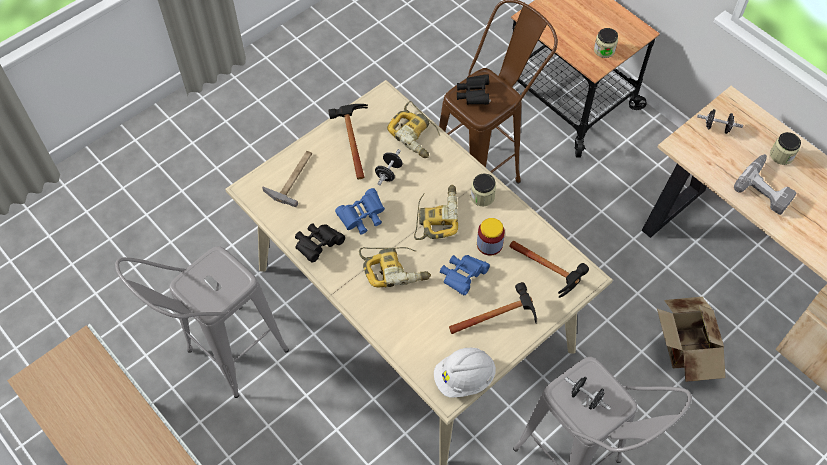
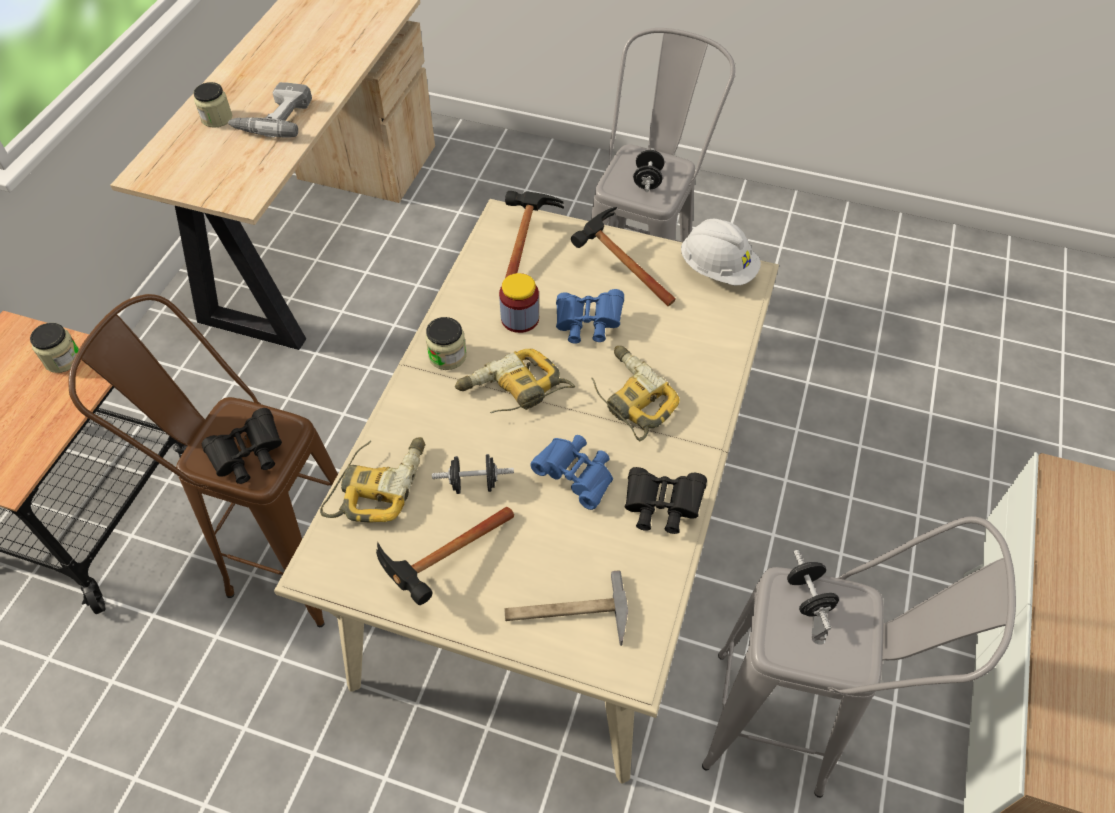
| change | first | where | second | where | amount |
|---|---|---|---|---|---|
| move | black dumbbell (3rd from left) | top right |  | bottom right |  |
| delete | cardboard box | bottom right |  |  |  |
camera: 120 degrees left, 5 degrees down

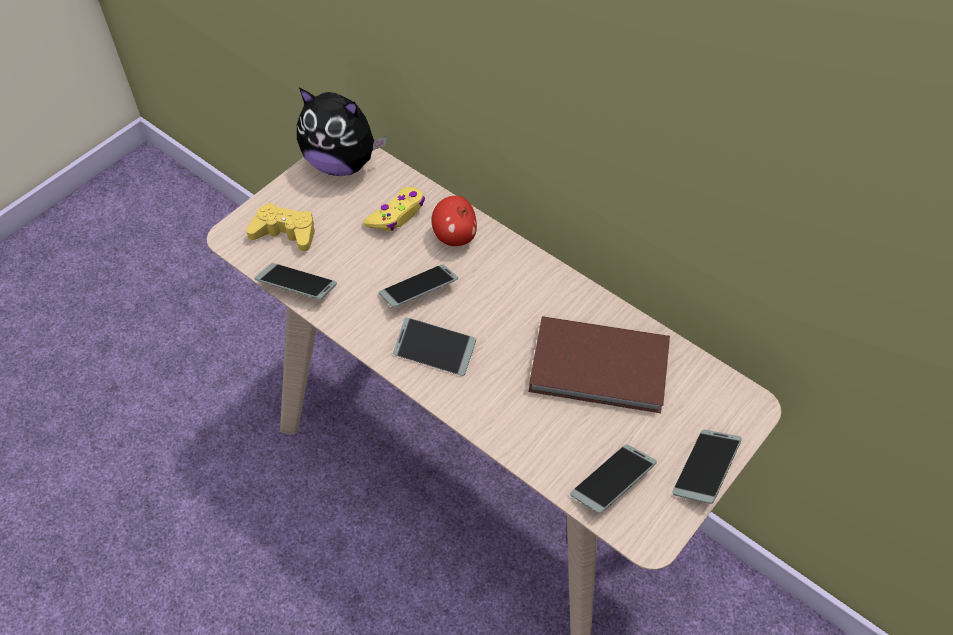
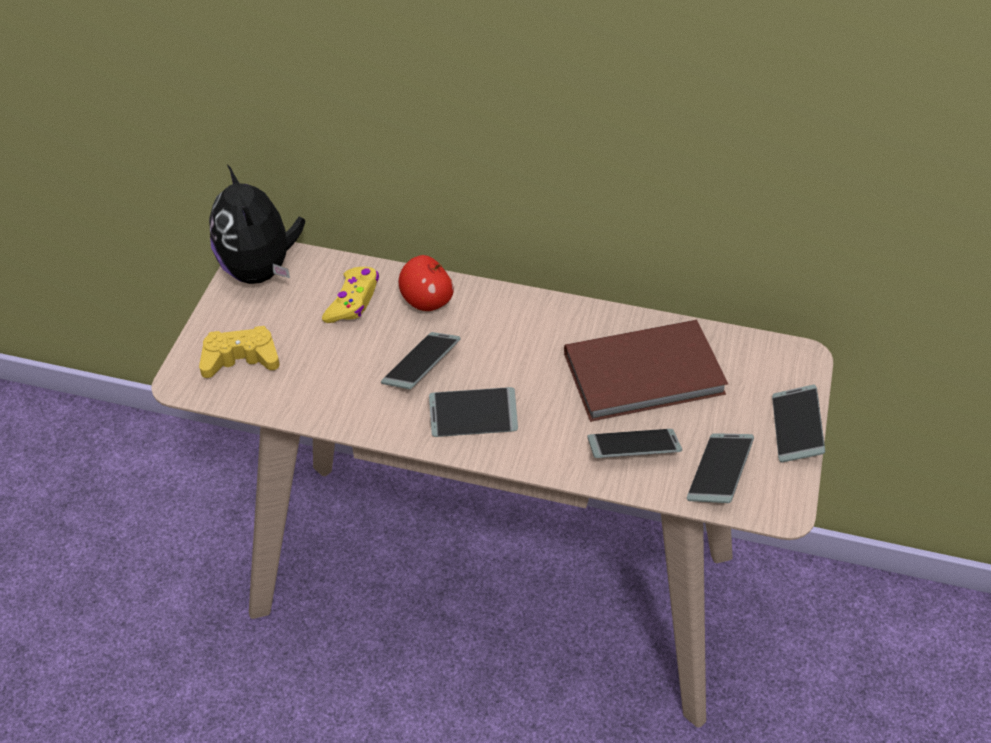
| change | first | where | second | where | amount |
|---|---|---|---|---|---|
| rotate | plush toy | top centre |  | top left | 75 degrees clockwise |
| move | phone (1st from left in the first image) | middle left | phone (3rd from left) | centre |  |
camera: 25 degrees left, 5 degrees down

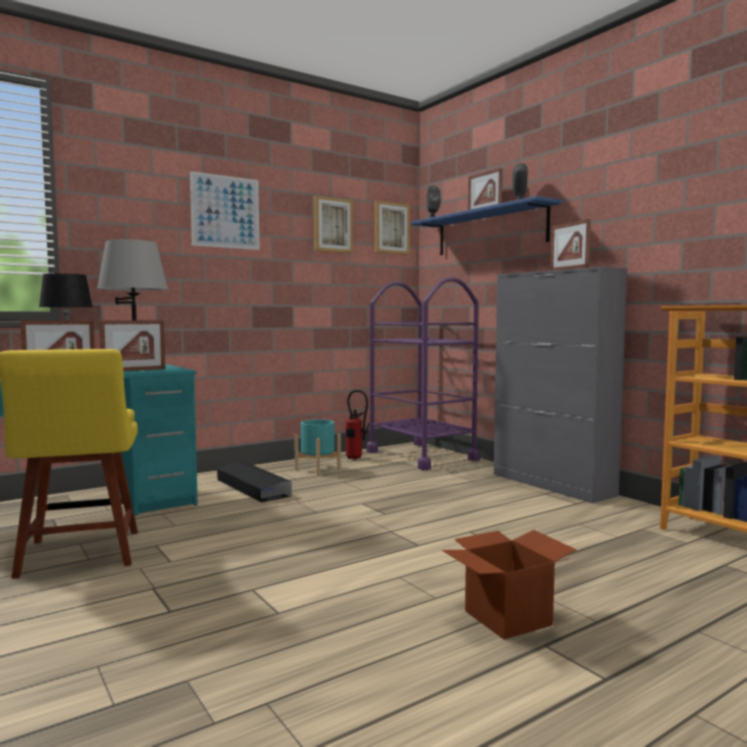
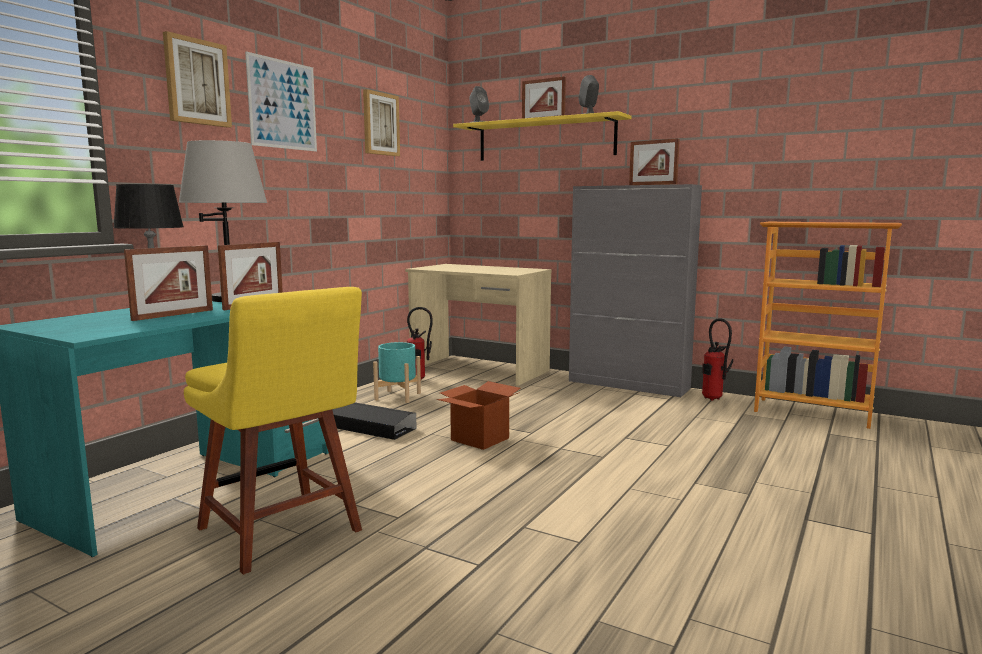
| change | first | where | second | where | amount |
|---|---|---|---|---|---|
| move | picture (3rd from left in the first image) | top centre | picture (1st from left) | top left |  |
| replace | purple cart | centre | beige desk | centre |  |
| move | cardboard box | bottom right |  | centre |  |
| recolor | blue shelf | top centre | yellow shelf | top centre |  |
| insert |  |  | fire extinguisher (2nd from left) | middle right |  |
camera: 25 degrees left, 5 degrees up

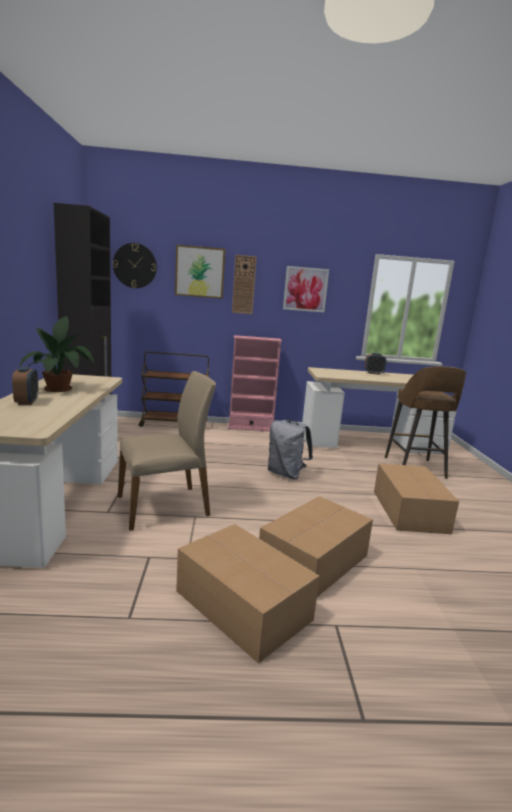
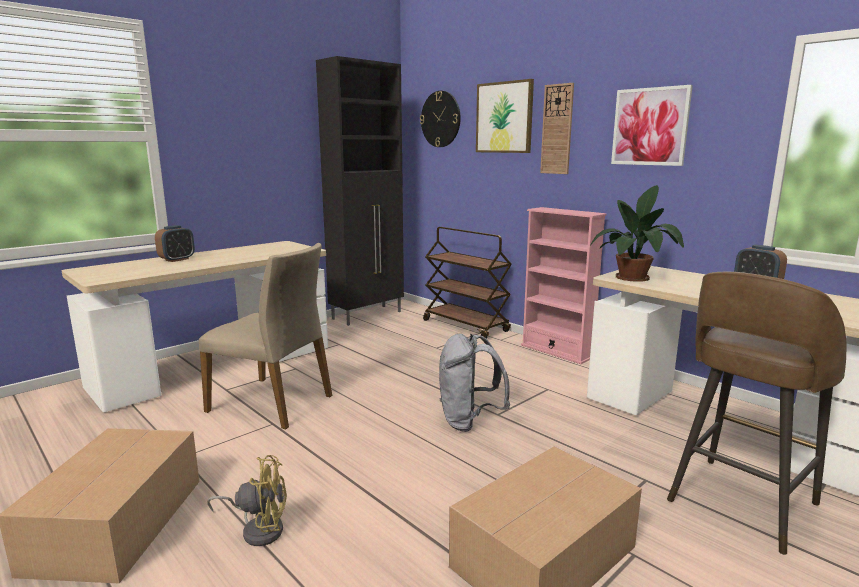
| change | first | where | second | where | amount |
|---|---|---|---|---|---|
| replace | cardboard box (2nd from left) | bottom centre | yellow fan | bottom left |  |
| move | potted plant | middle left |  | middle right |  |
camera: 50 degrees right, 0 degrees up

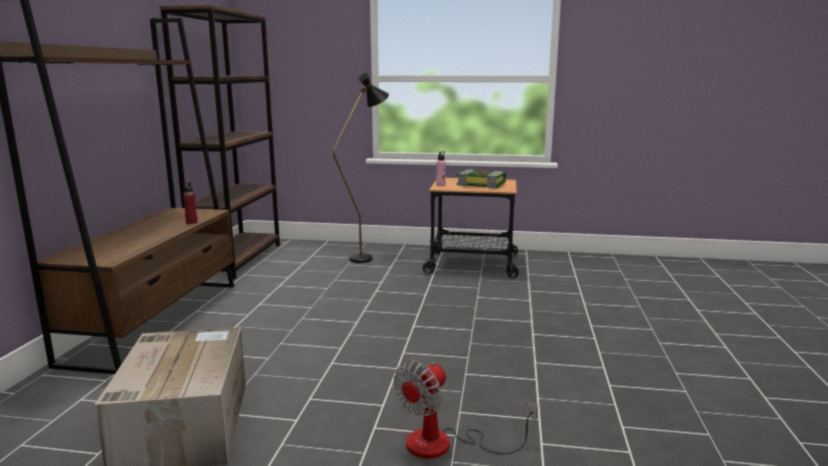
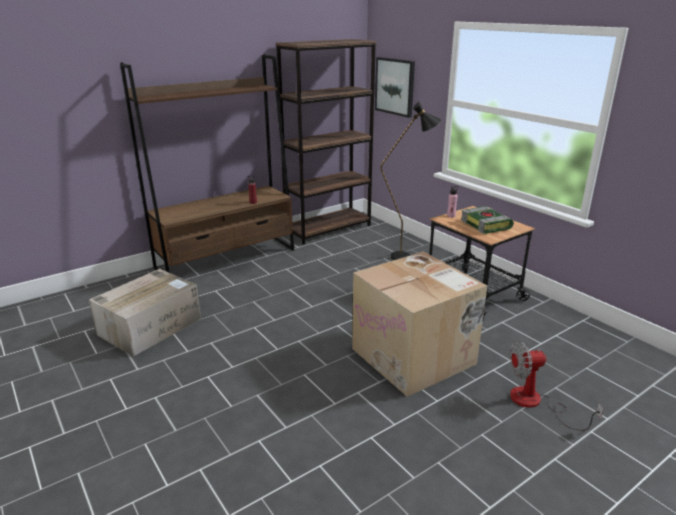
| change | first | where | second | where | amount |
|---|---|---|---|---|---|
| insert |  |  | cardboard box (2nd from left) | centre |  |
| insert |  |  | picture | top centre |  |
| move | fan | bottom centre |  | bottom right |  |
camera: 45 degrees right, 10 degrees up

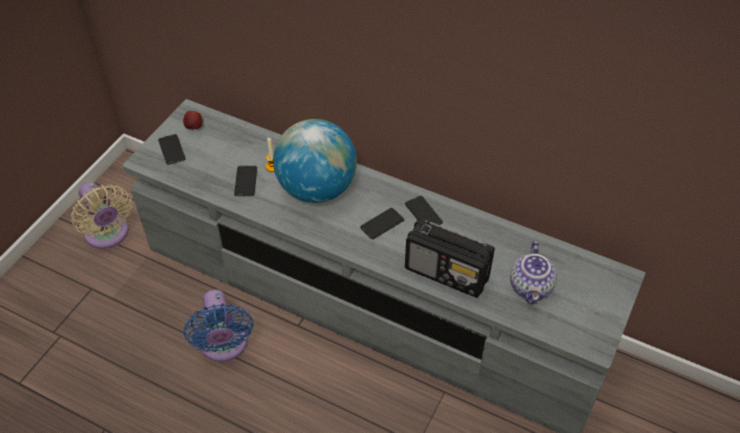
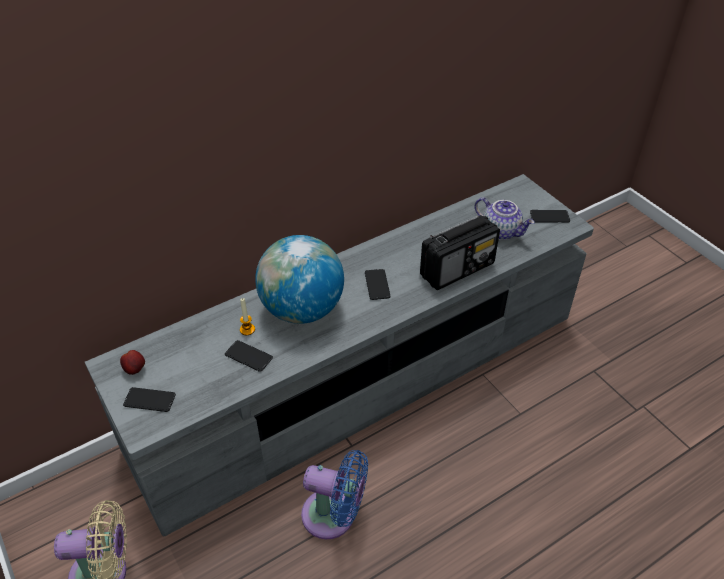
| change | first | where | second | where | amount |
|---|---|---|---|---|---|
| move | phone (4th from left) | centre |  | middle right |  |
camera: 60 degrees left, 5 degrees down

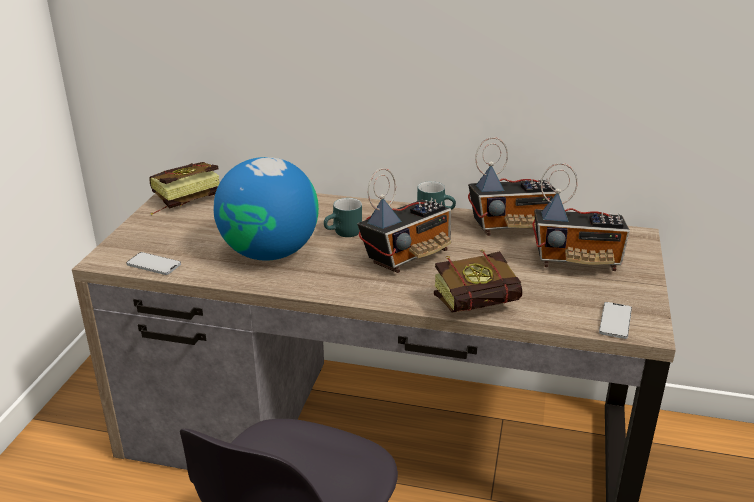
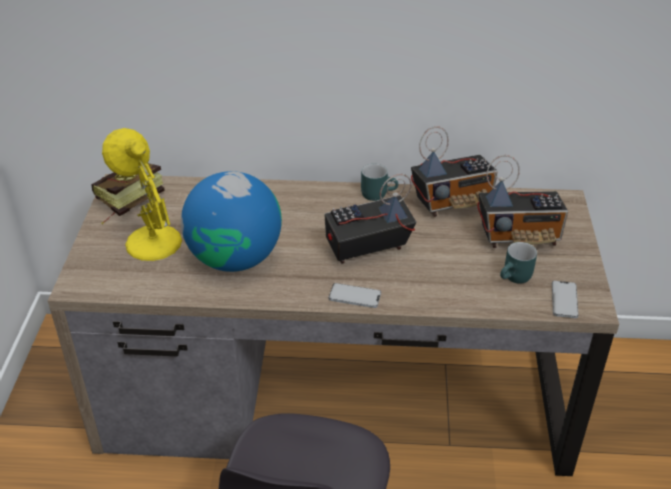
| change | first | where | second | where | amount |
|---|---|---|---|---|---|
| insert |  |  | yellow table lamp | middle left |  |
| rotate | radio (1st from left) | centre |  | centre | 150 degrees counterclockwise |
| move | phone (1st from left) | middle left |  | centre |  |
| move | turquoise mug (1st from left in the first image) | centre | turquoise mug (2nd from left) | middle right |  |
| delete | book (2nd from left) | centre |  |  |  |
camera: 10 degrees left, 10 degrees up

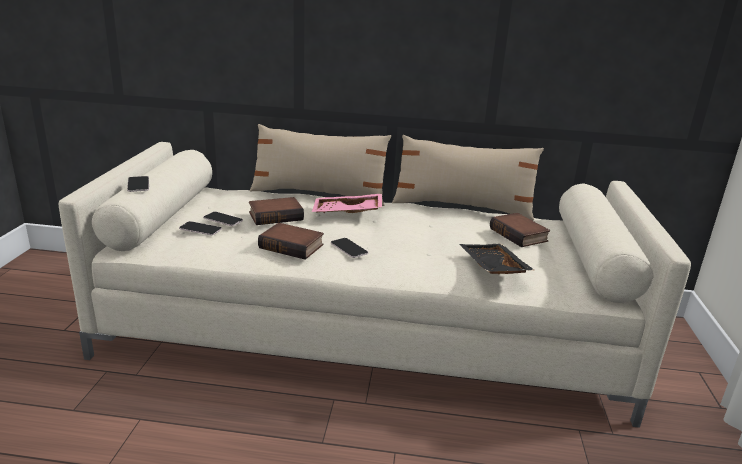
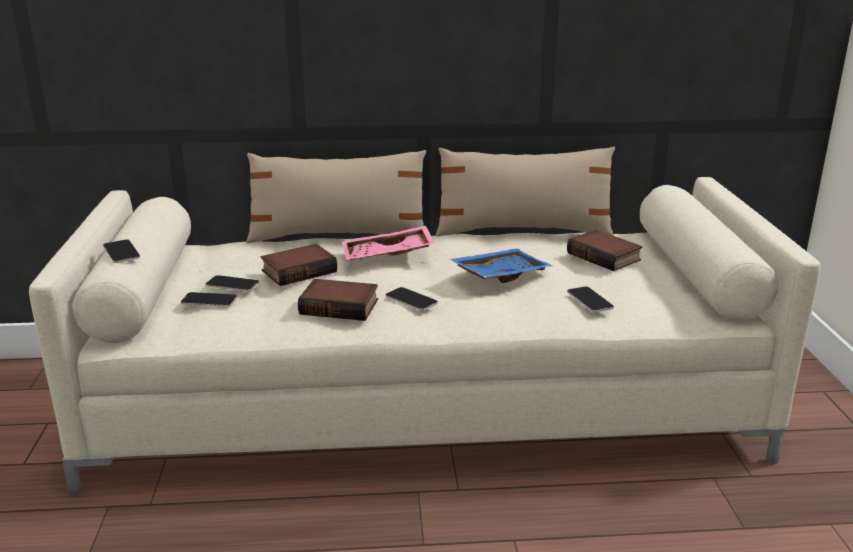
| change | first | where | second | where | amount |
|---|---|---|---|---|---|
| insert |  |  | blue tray | centre |  |
| replace | black tray | middle right | phone (5th from left) | middle right |  |
camera: 10 degrees left, 0 degrees up

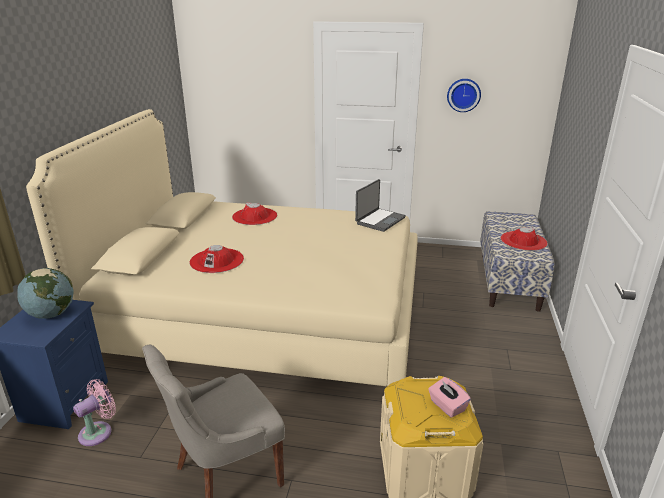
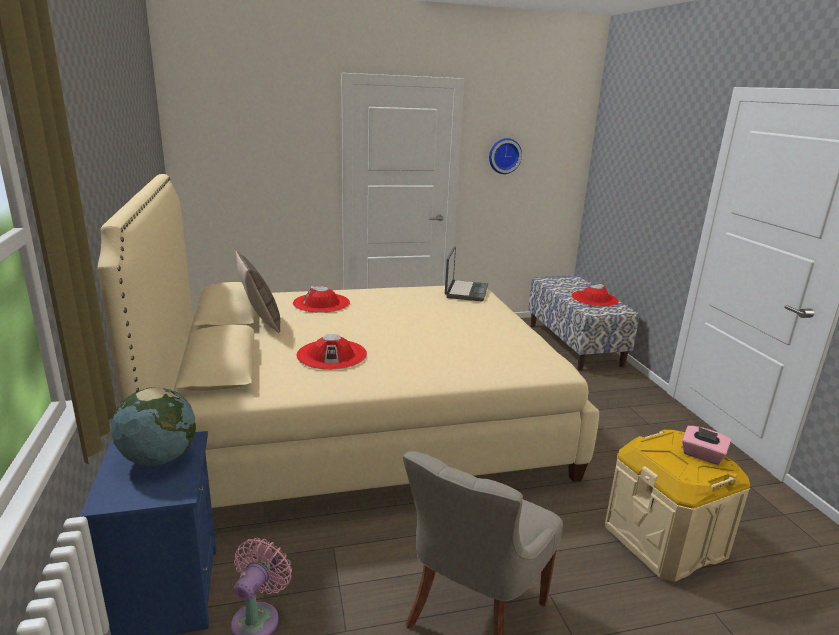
| change | first | where | second | where | amount |
|---|---|---|---|---|---|
| insert |  |  | pillow | middle left |  |
camera: 25 degrees left, 5 degrees down

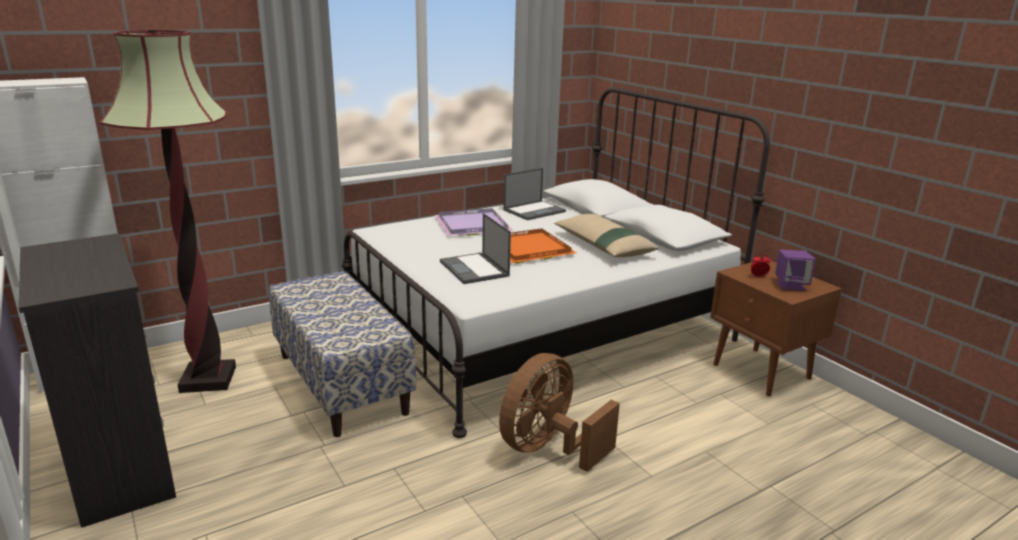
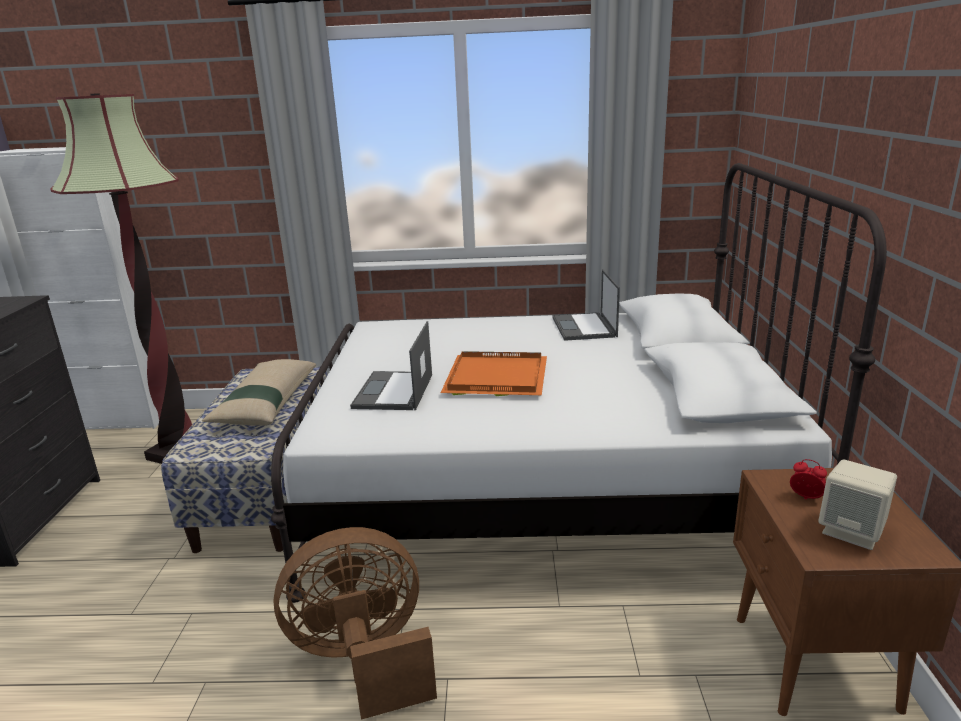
| change | first | where | second | where | amount |
|---|---|---|---|---|---|
| move | beige pillow | centre |  | middle left |  |
| rotate | laptop (2nd from left) | centre |  | centre | 90 degrees clockwise |
| recolor | purple speaker | middle right | beige speaker | bottom right |  |
| delete | purple tray | centre |  |  |  |
camera: 35 degrees right, 0 degrees up

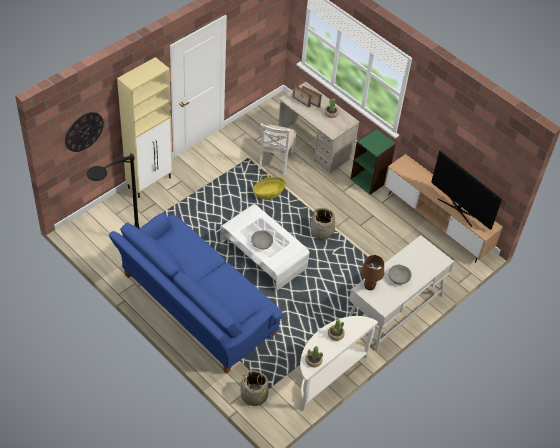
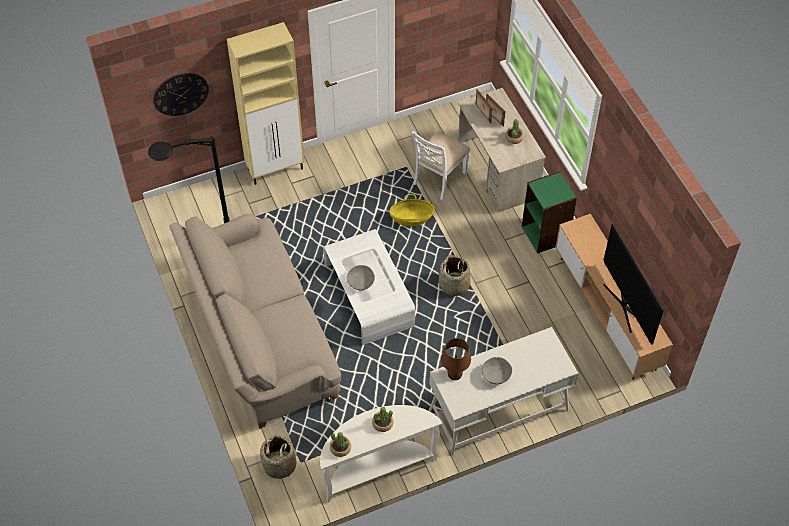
| change | first | where | second | where | amount |
|---|---|---|---|---|---|
| recolor | blue sofa | centre | beige sofa | middle left |  |
camera: 25 degrees right, 5 degrees up

